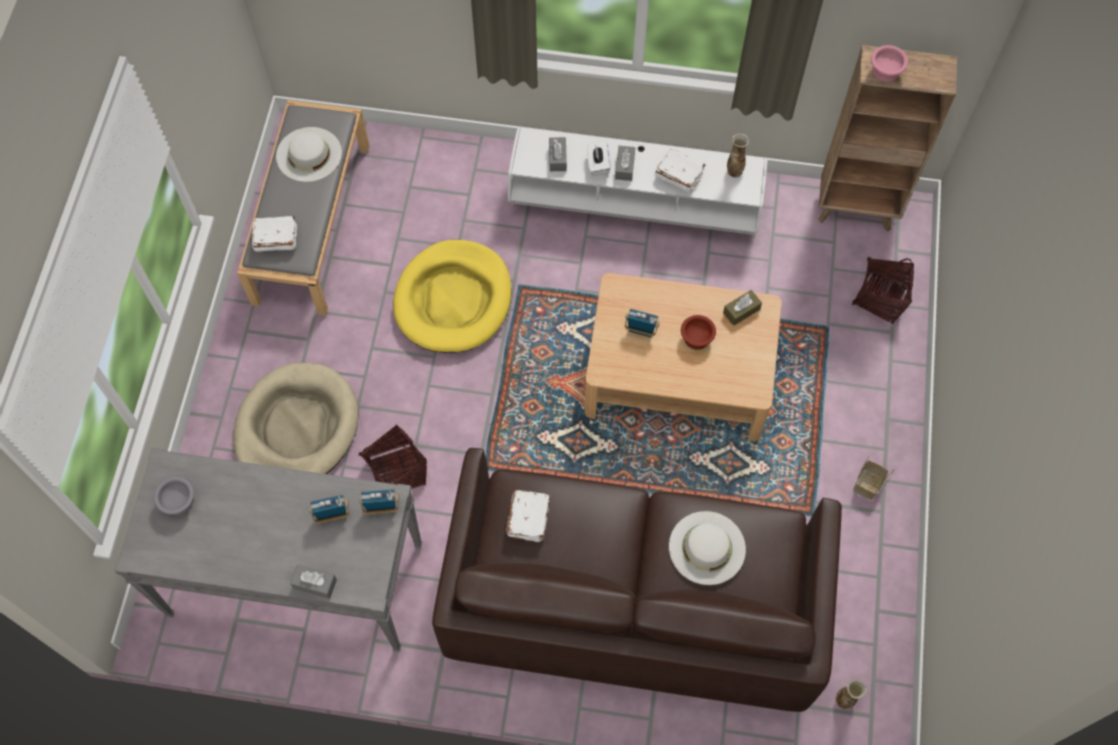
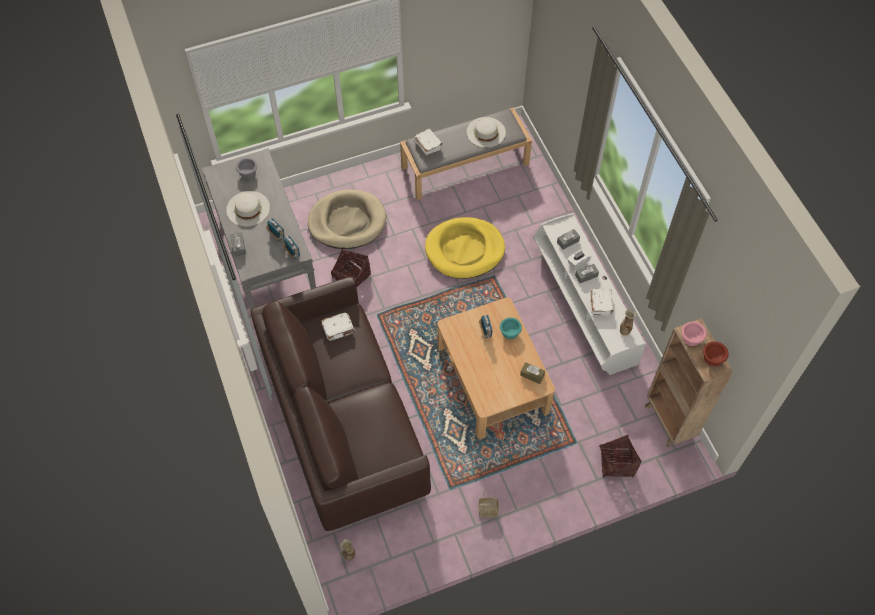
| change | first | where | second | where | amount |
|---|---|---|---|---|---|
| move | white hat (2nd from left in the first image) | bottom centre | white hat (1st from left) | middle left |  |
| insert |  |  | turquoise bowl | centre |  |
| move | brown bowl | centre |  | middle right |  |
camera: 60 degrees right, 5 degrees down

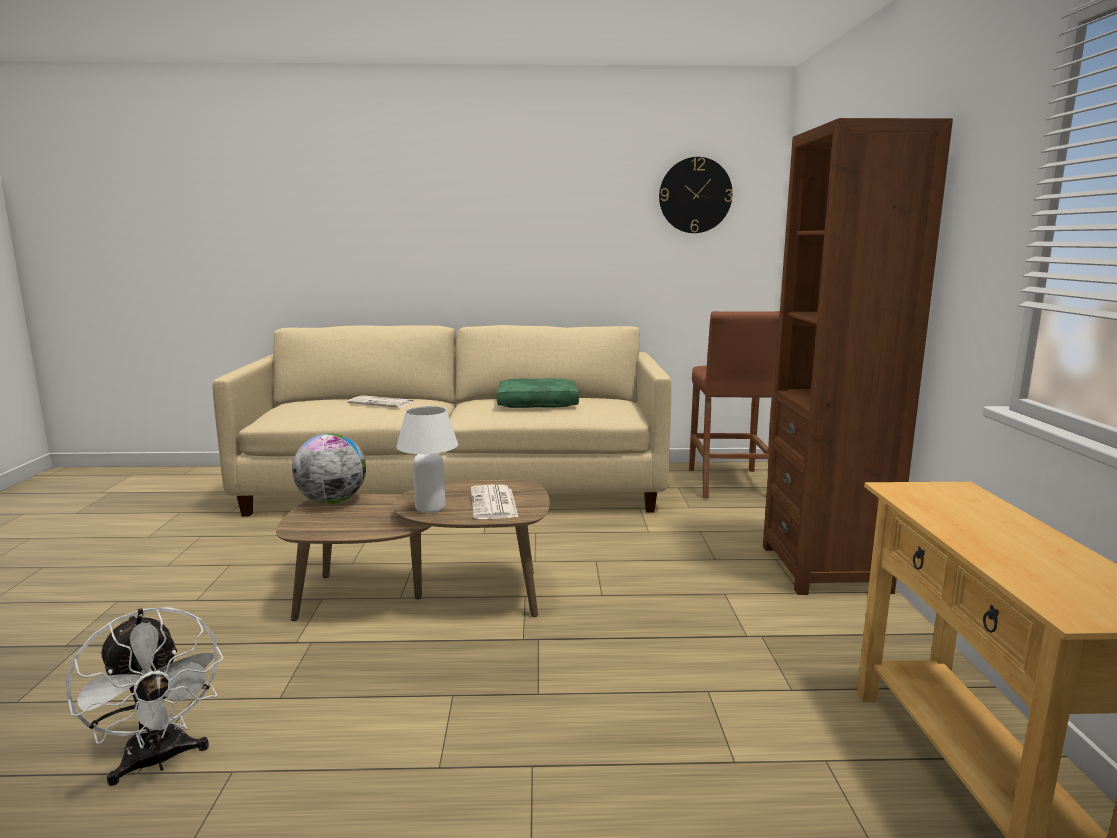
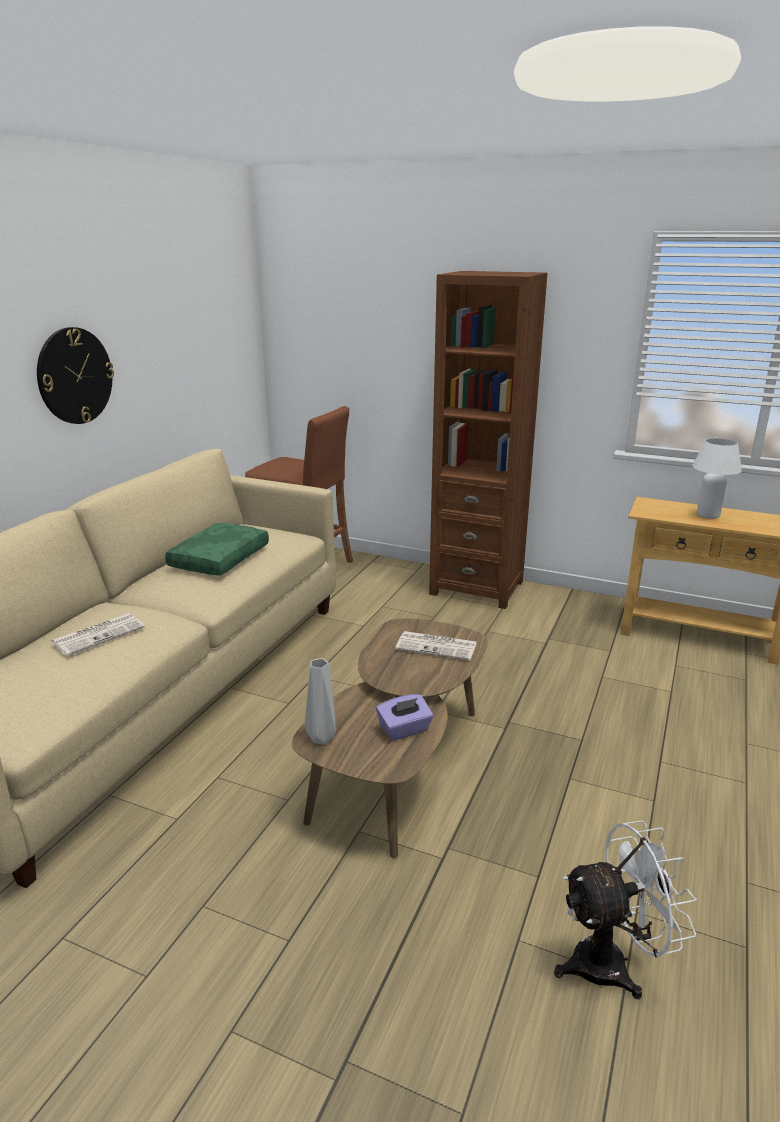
| change | first | where | second | where | amount |
|---|---|---|---|---|---|
| move | wall clock | top centre |  | middle left |  |
| replace | globe | middle left | grey vase | centre |  |
| insert |  |  | purple tissue box | centre |  |
| move | white table lamp | centre |  | middle right |  |
camera: 65 degrees left, 10 degrees up

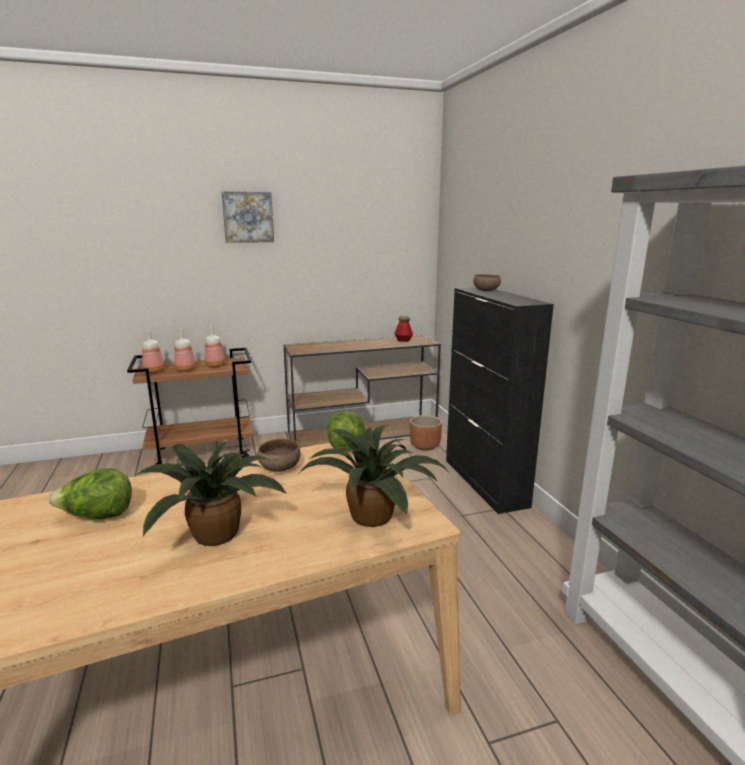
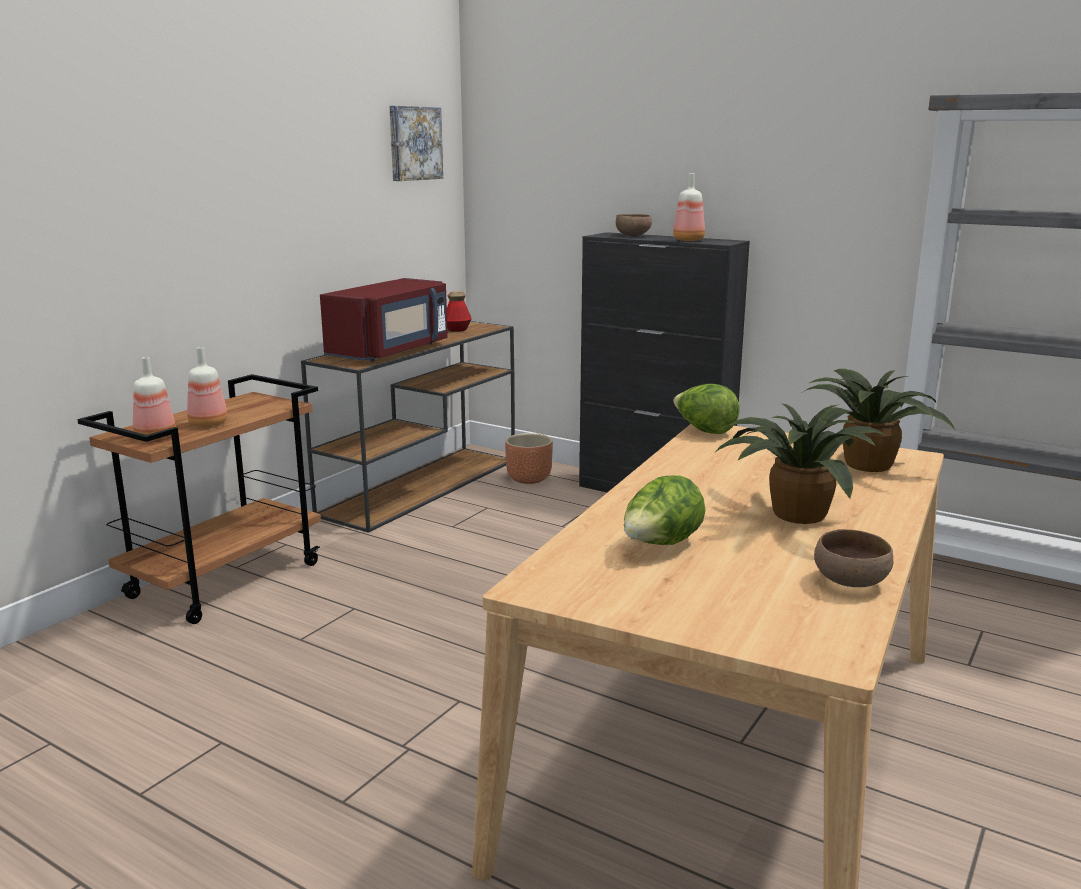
| change | first | where | second | where | amount |
|---|---|---|---|---|---|
| insert |  |  | red microwave | centre |  |
| move | picture | top left |  | top centre |  |
| move | bottle (3rd from left in the first image) | middle left | bottle (4th from left) | top centre |  |
| move | brown bowl (1st from left in the first image) | centre | brown bowl (2nd from left) | middle right |  |
camera: 40 degrees left, 0 degrees up

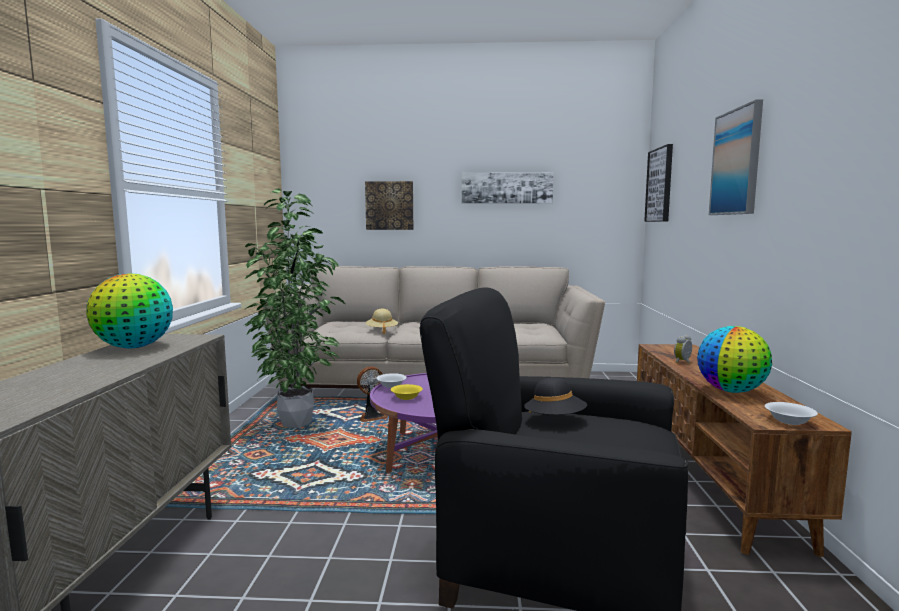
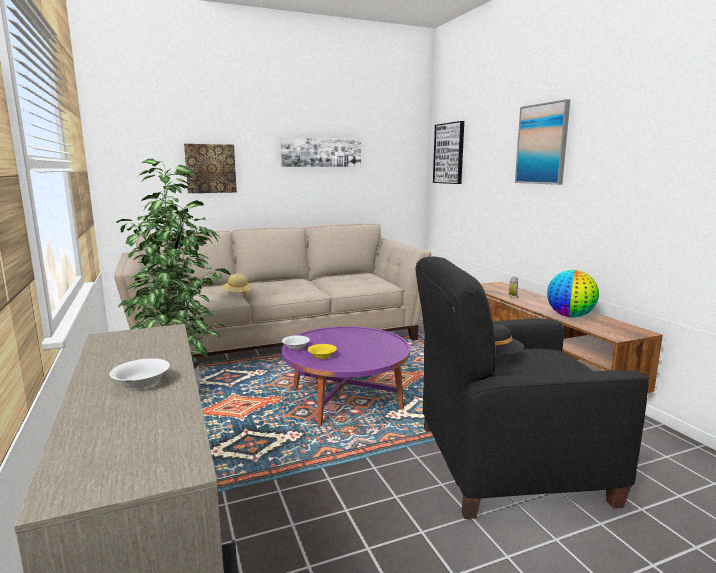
| change | first | where | second | where | amount |
|---|---|---|---|---|---|
| move | white bowl (2nd from left in the first image) | bottom right | white bowl (1st from left) | middle left |  |
| delete | globe (1st from left) | middle left |  |  |  |
| delete | fan | centre |  |  |  |
camera: 25 degrees left, 5 degrees up

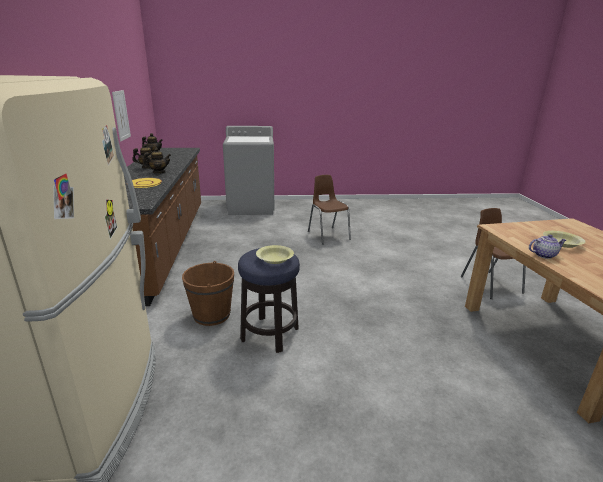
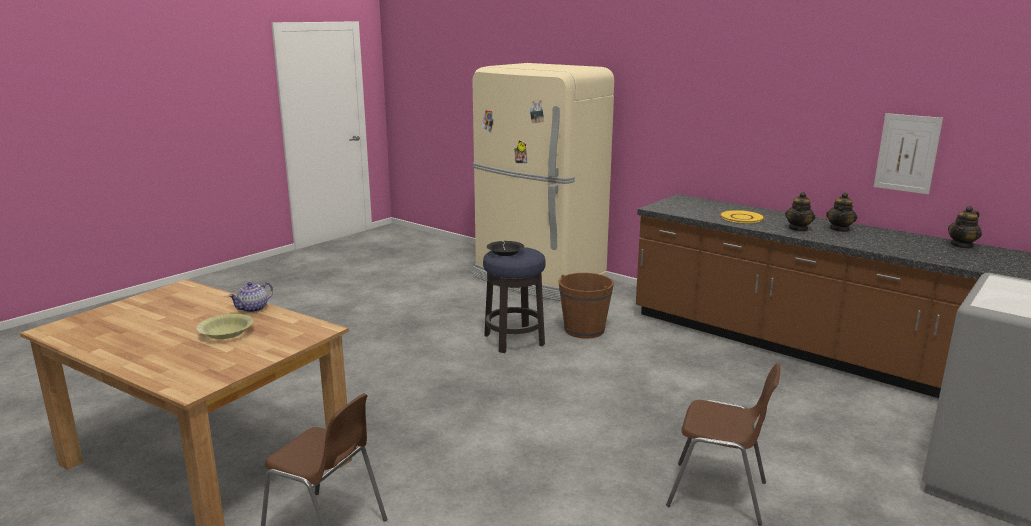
| change | first | where | second | where | amount |
|---|---|---|---|---|---|
| recolor | yellow bowl (1st from left) | centre | black bowl | centre |  |
camera: 135 degrees right, 5 degrees down

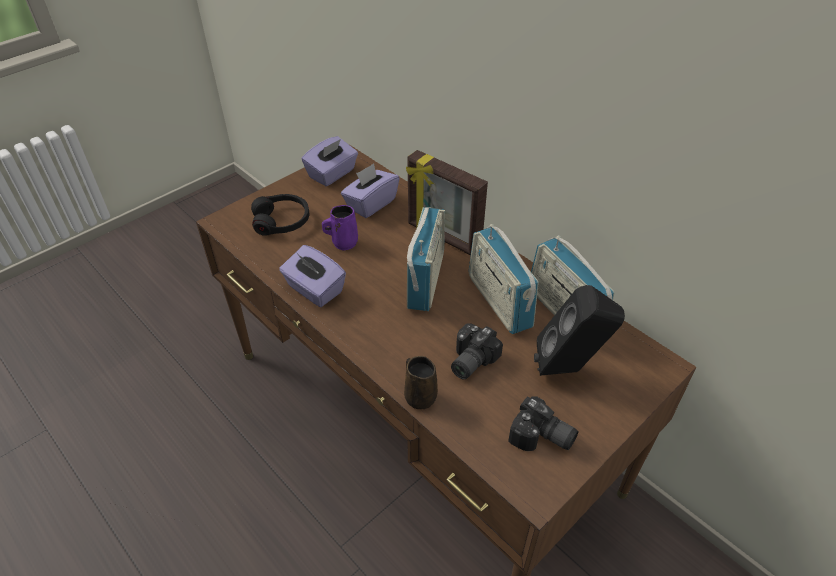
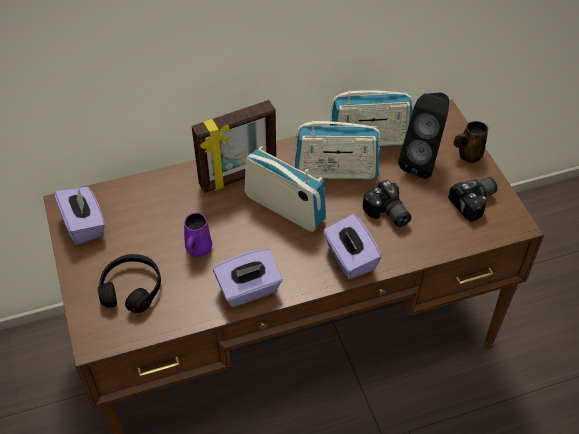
| change | first | where | second | where | amount |
|---|---|---|---|---|---|
| move | purple tissue box (3rd from left) | top centre |  | centre |  |
| move | brown mug | centre |  | top right |  |
camera: 65 degrees left, 5 degrees up

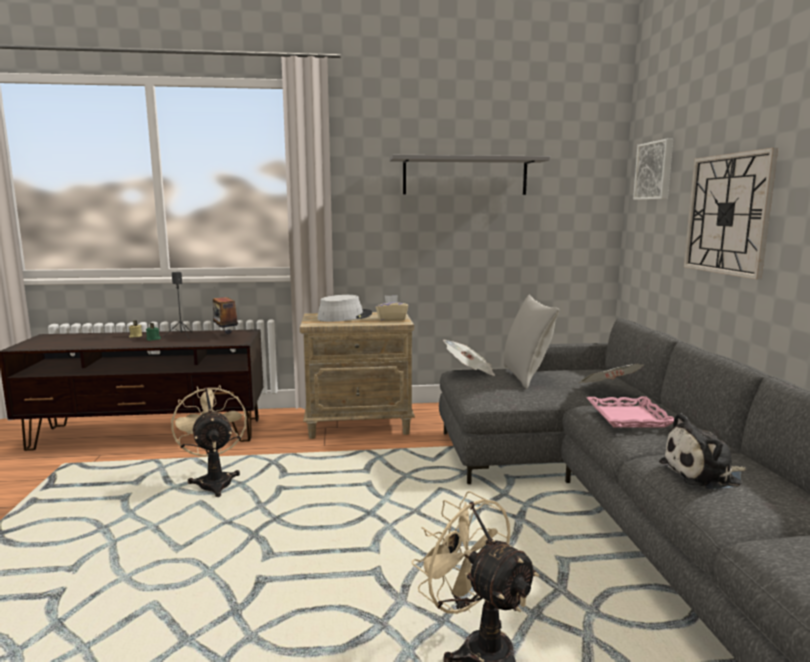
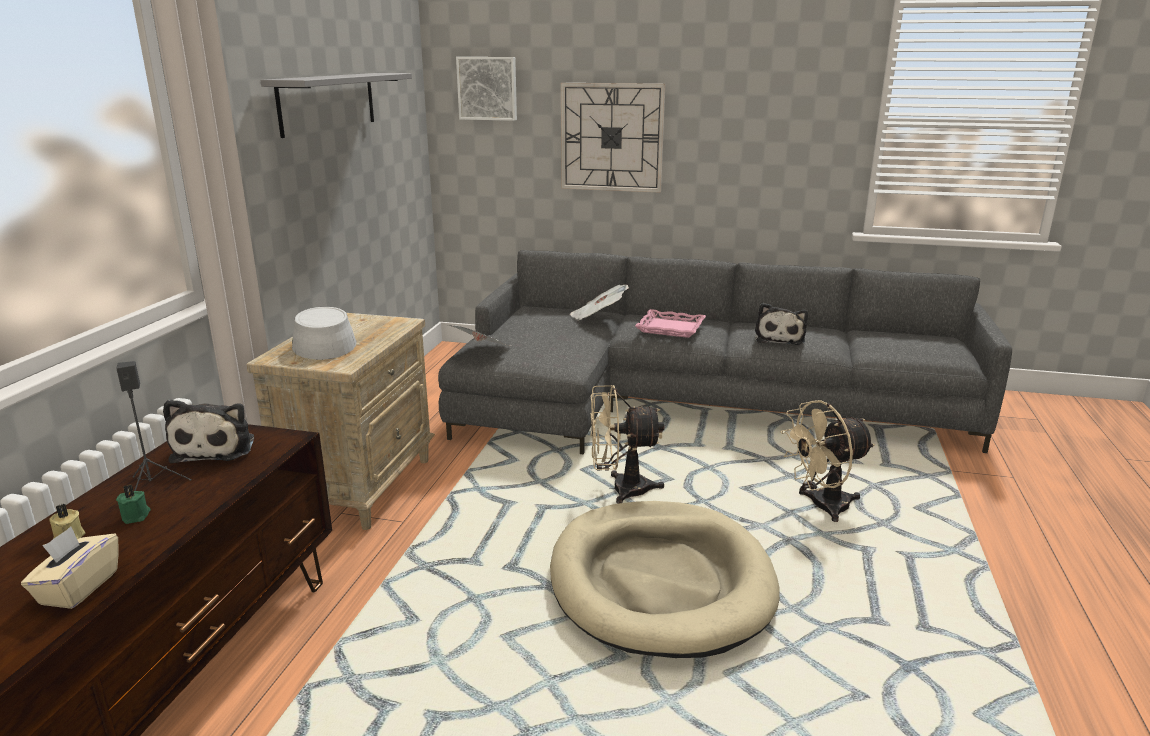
| change | first | where | second | where | amount |
|---|---|---|---|---|---|
| move | beige tissue box | centre |  | bottom left |  |
| replace | radio | middle left | plush toy (1st from left) | middle left |  |
| insert |  |  | beige dog bed | bottom centre |  |
| move | beige fan (1st from left) | middle left |  | centre |  |
| delete | grey pillow | centre |  |  |  |
camera: 70 degrees left, 10 degrees up

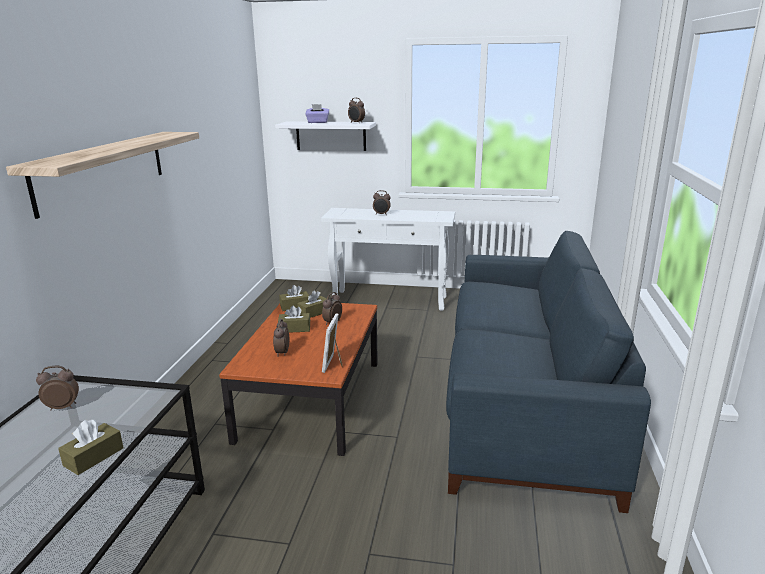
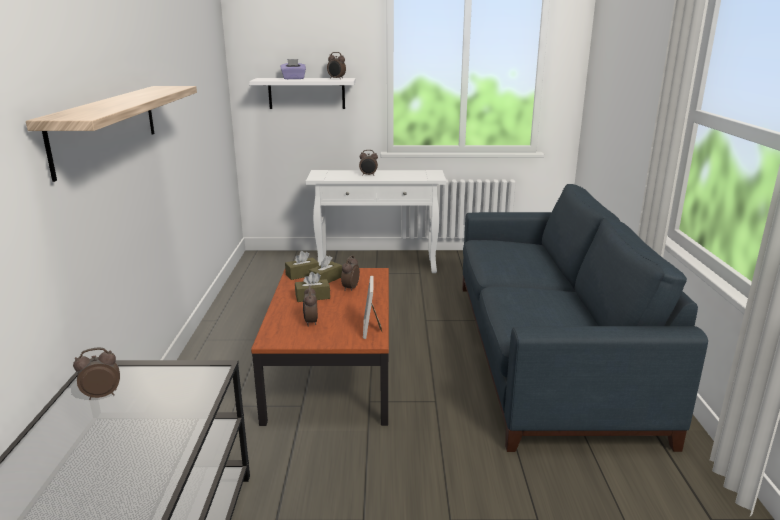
| change | first | where | second | where | amount |
|---|---|---|---|---|---|
| delete | brown tissue box (1st from left) | bottom left |  |  |  |
camera: 10 degrees left, 0 degrees up

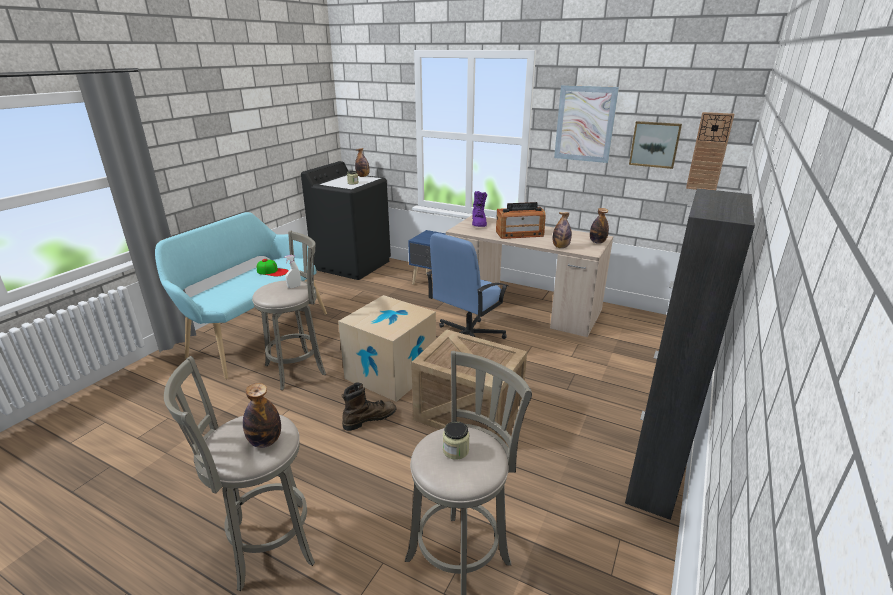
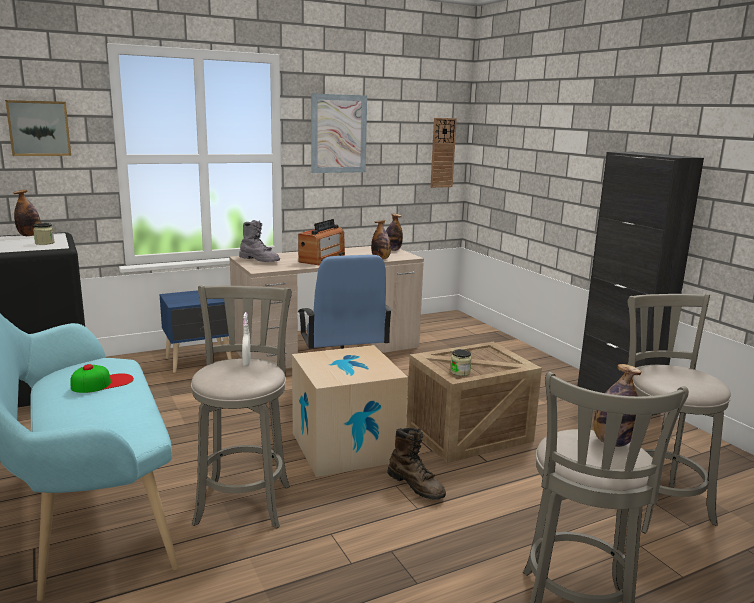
| change | first | where | second | where | amount |
|---|---|---|---|---|---|
| move | picture (2nd from left in the first image) | top right | picture (1st from left) | top left |  |
| recolor | purple boot | centre | grey boot | centre |  |
| rotate | brown boot | bottom centre |  | bottom centre | 135 degrees clockwise |
| move | jar (2nd from left) | bottom centre |  | centre |  |
camera: 55 degrees left, 10 degrees down

